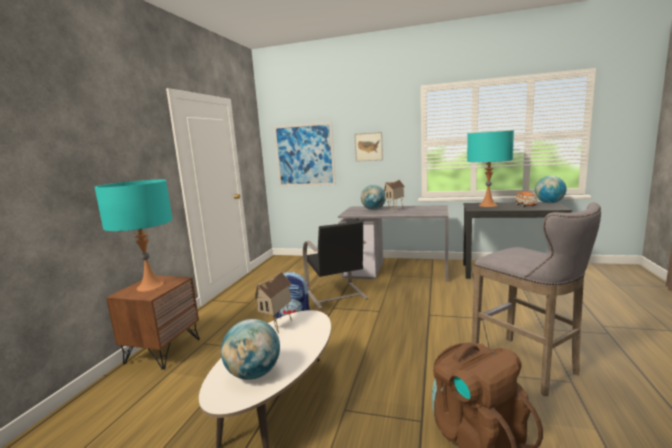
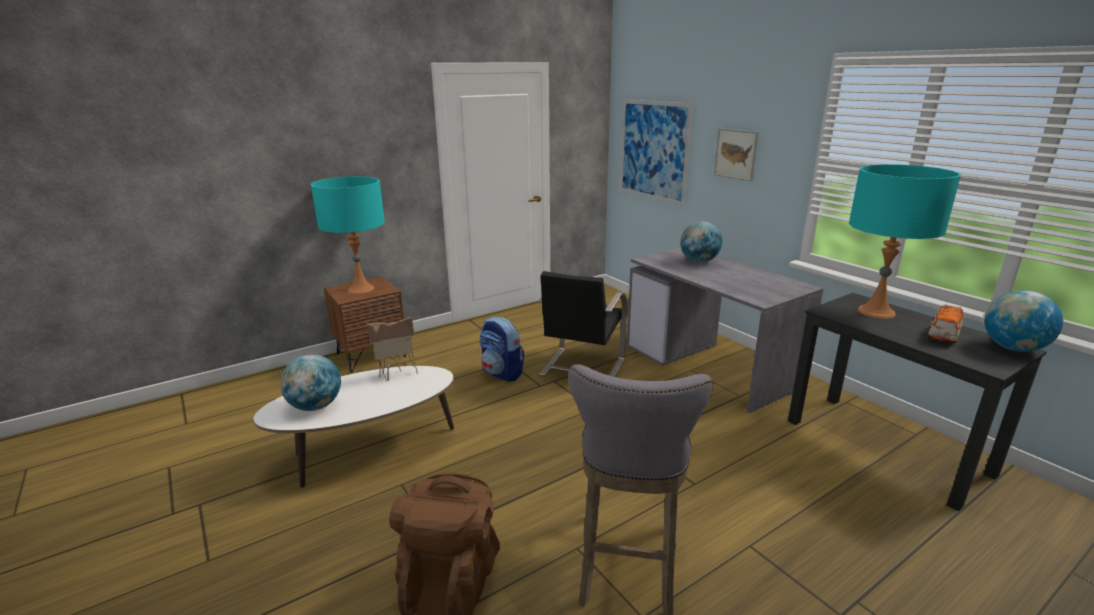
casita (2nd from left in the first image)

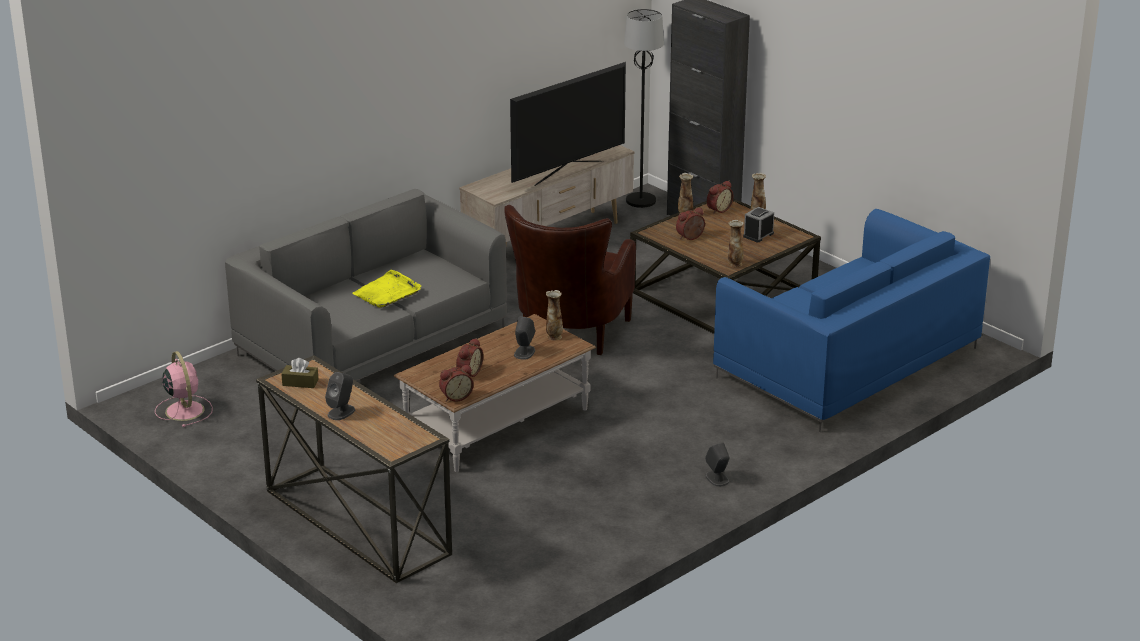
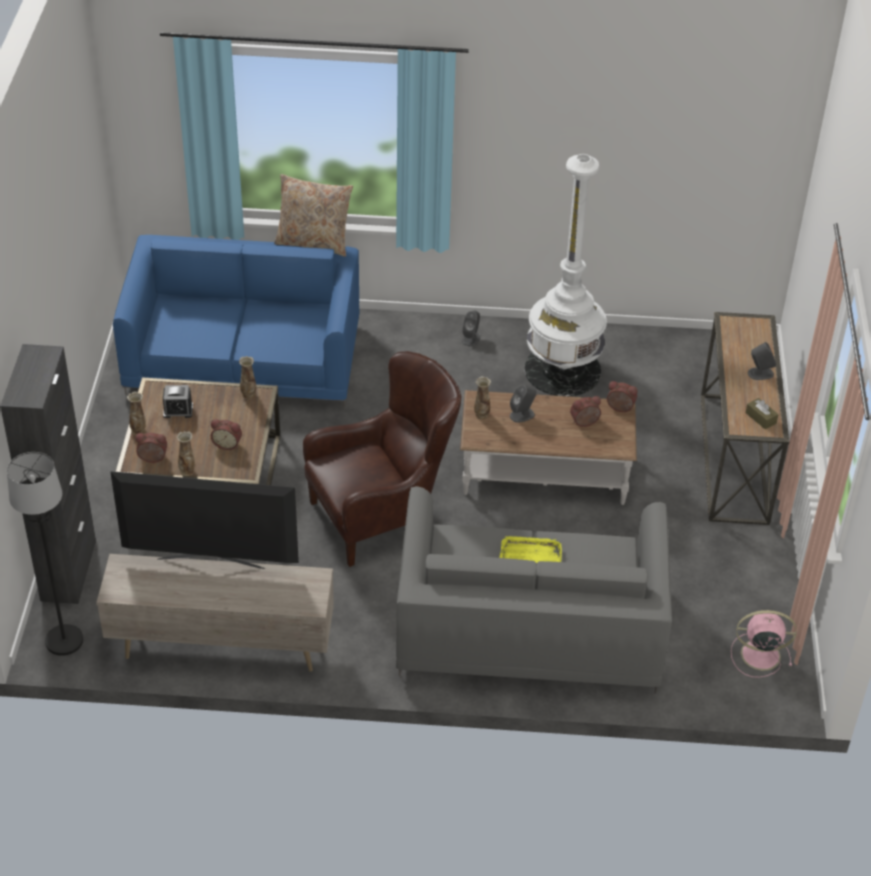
cojín (beis); lámpara de pie (blanco); ventilador (rosa)

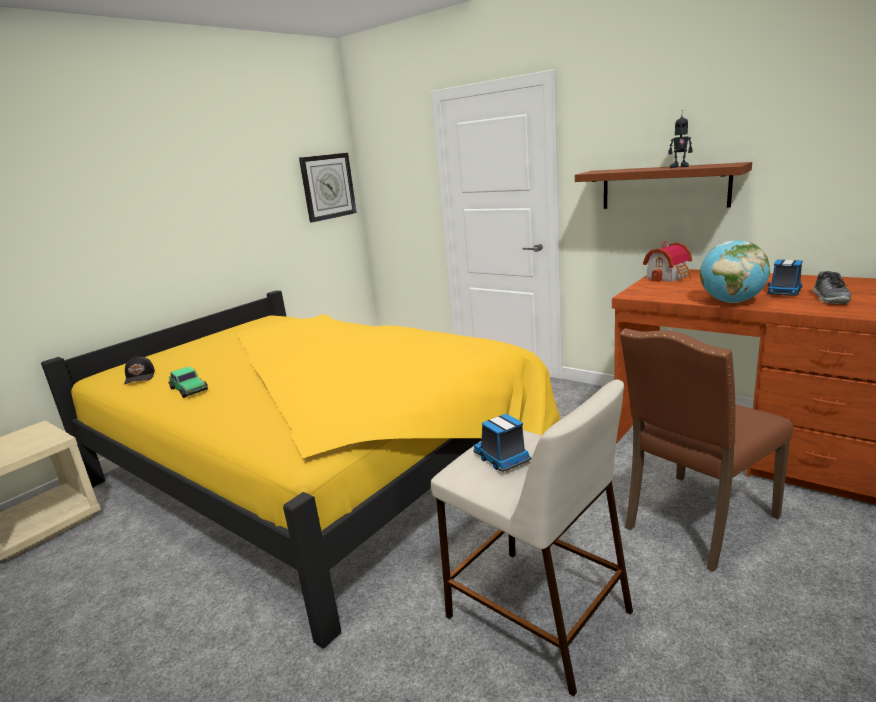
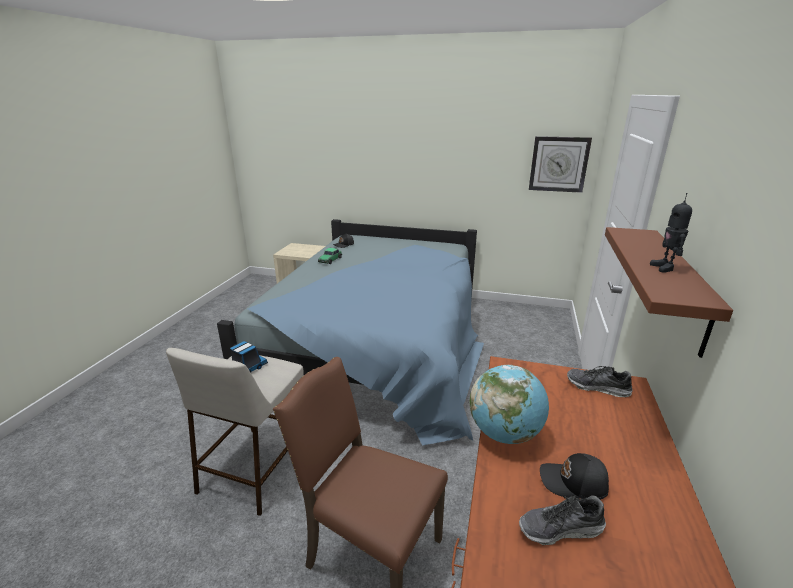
zapato (2nd from left); gorra (negro) (2nd from left); cama (azul)

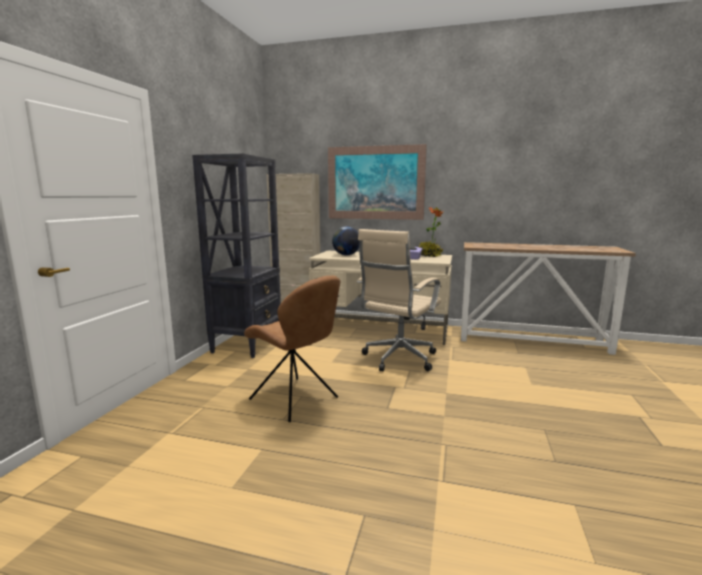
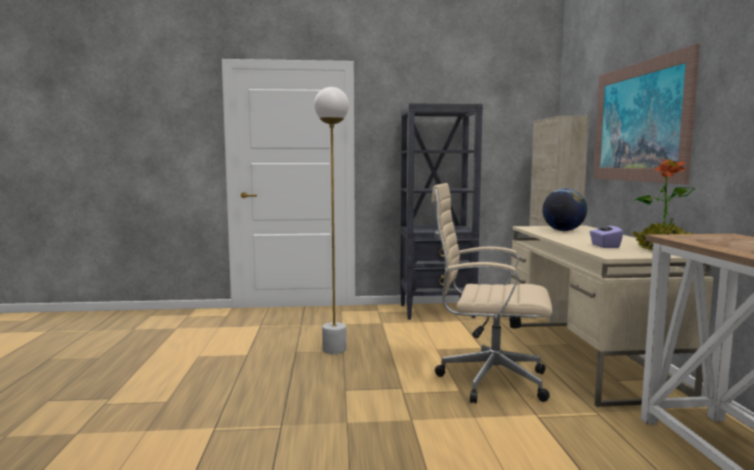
lámpara de pie (blanco)

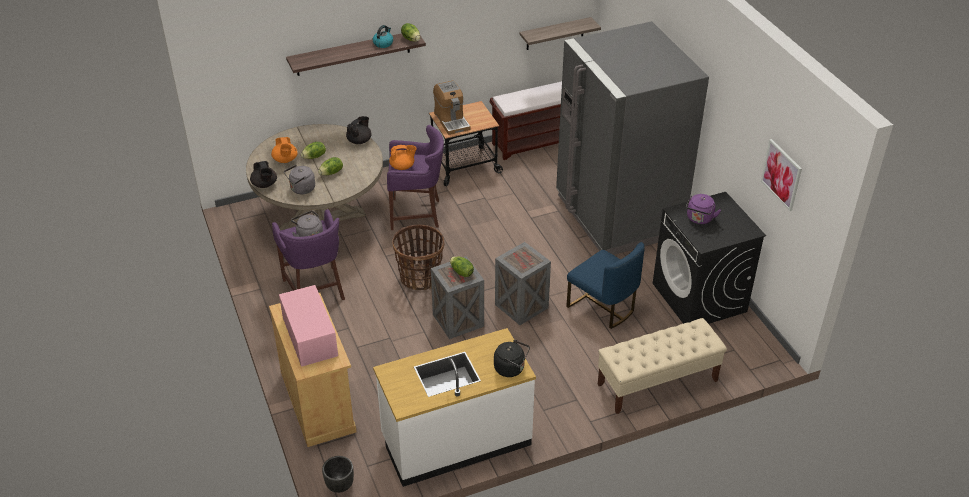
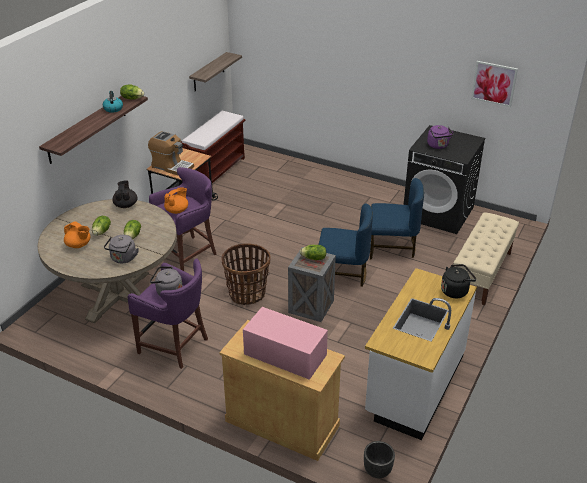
tetera (negro) (1st from left in the first image); nevera (gris); silla (azul) (1st from left)

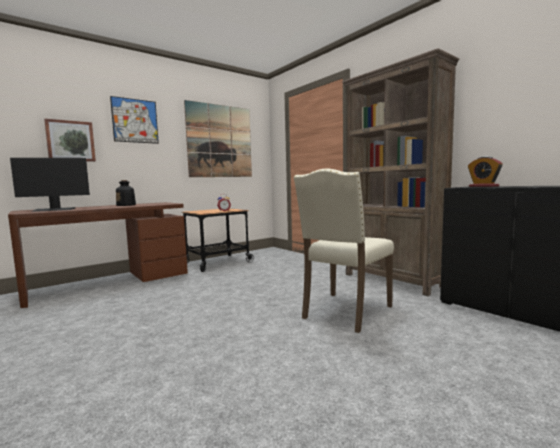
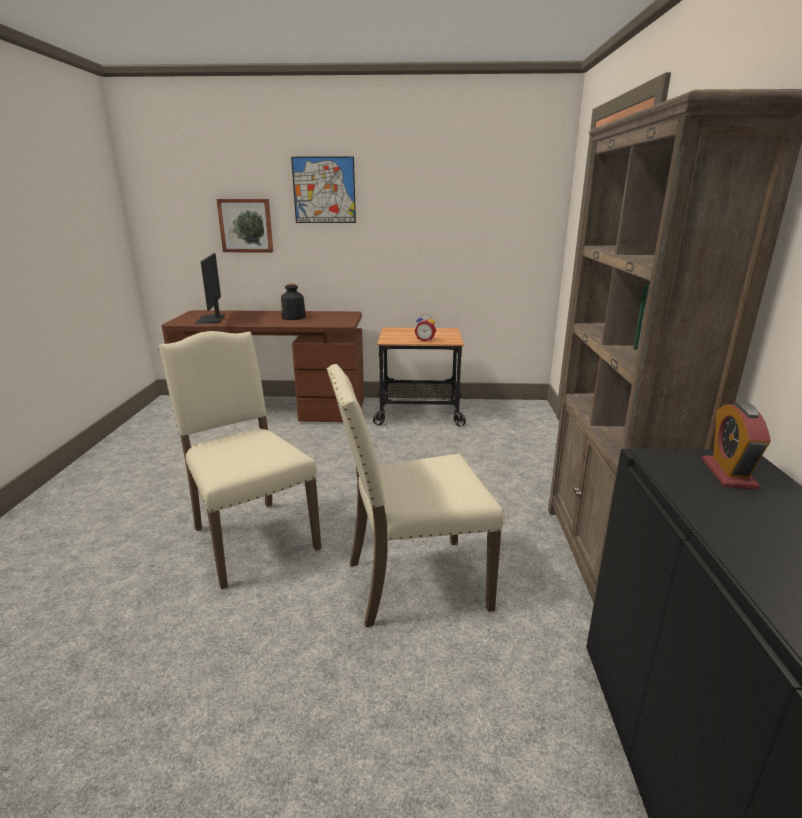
cuadro (3rd from left in the first image); silla (beis) (1st from left); monitor

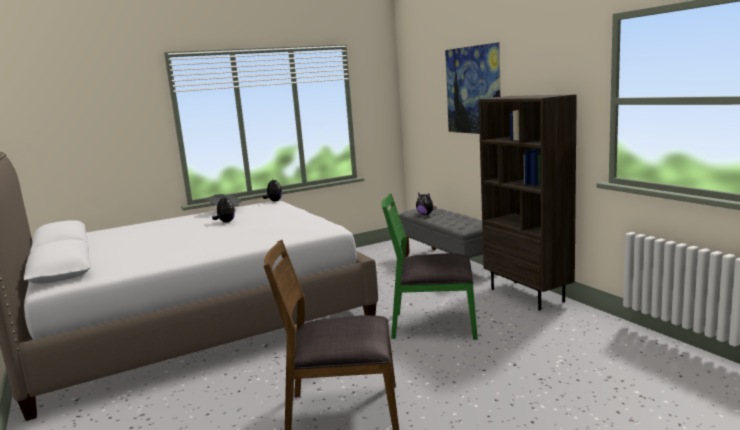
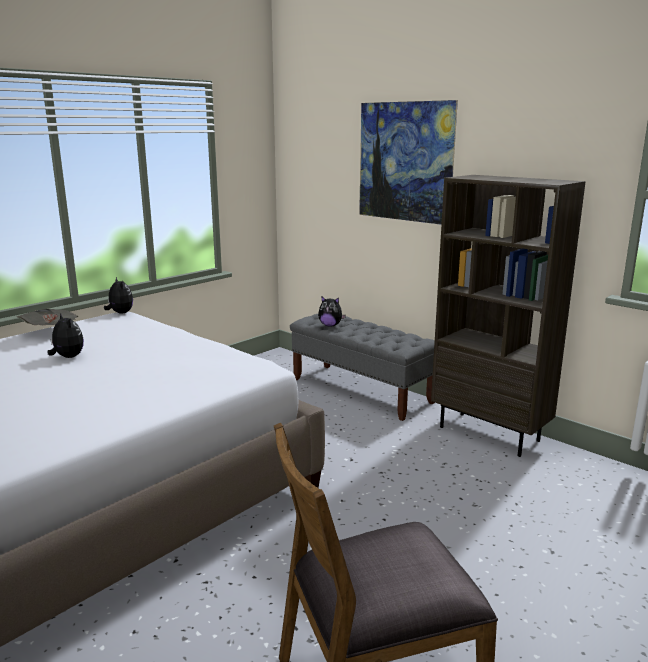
silla (verde)

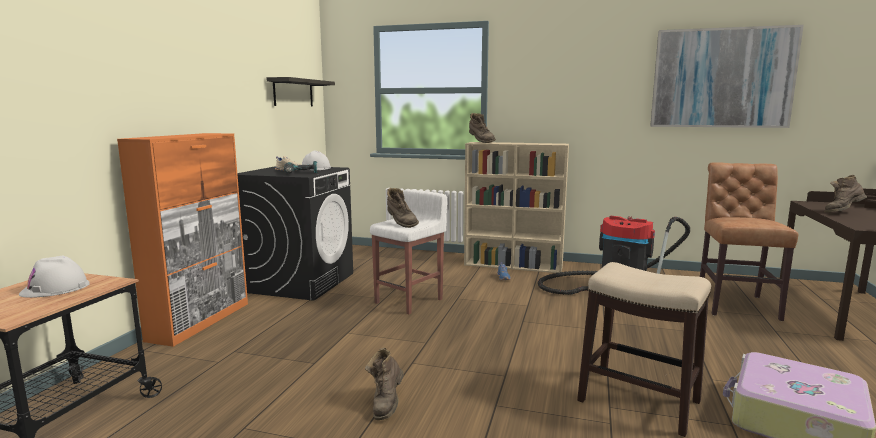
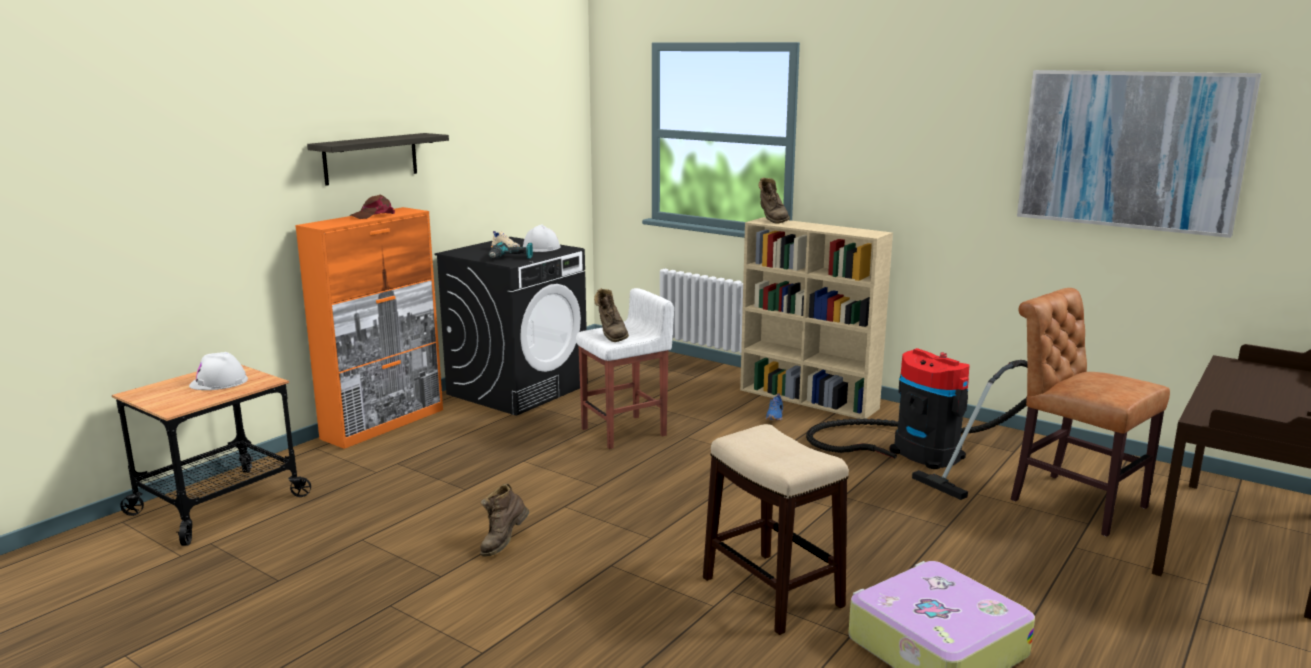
bota (marrón) (4th from left in the first image); gorra (marrón); estante; silla (marrón)

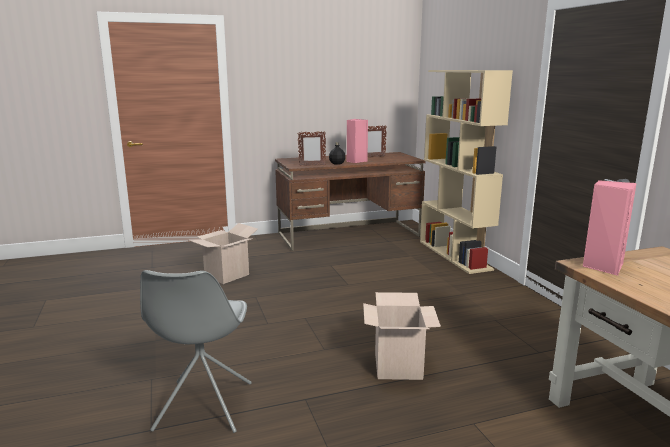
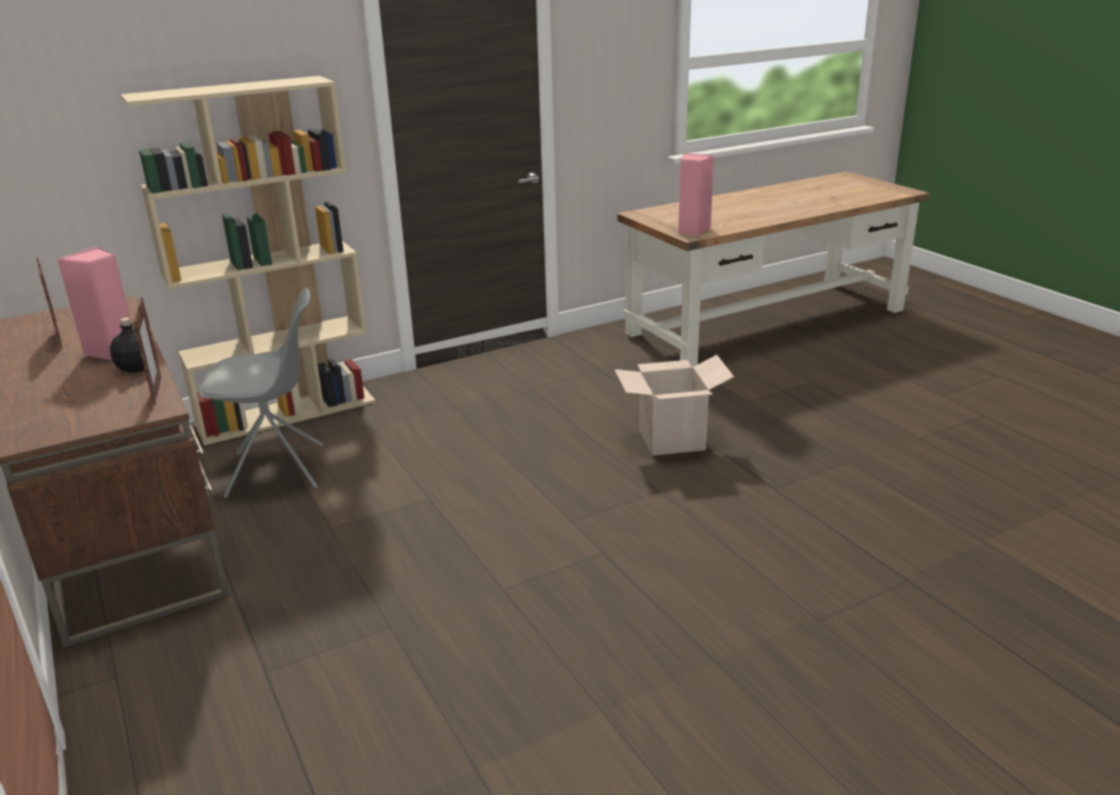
caja de cartón (1st from left in the first image); silla (gris)

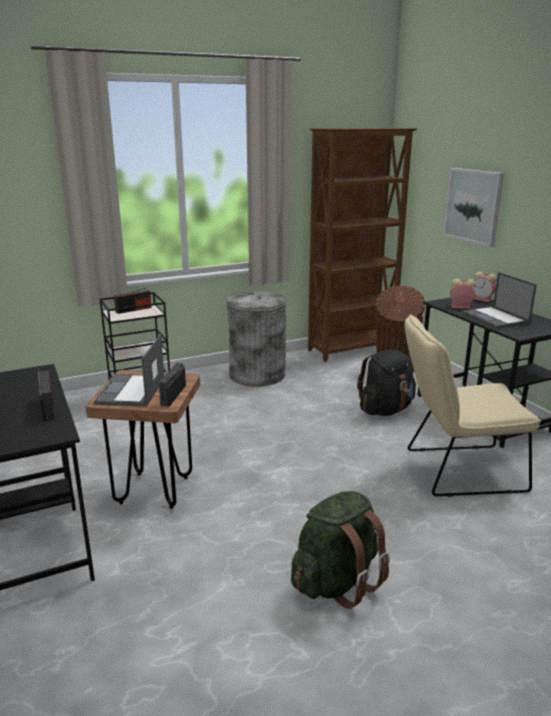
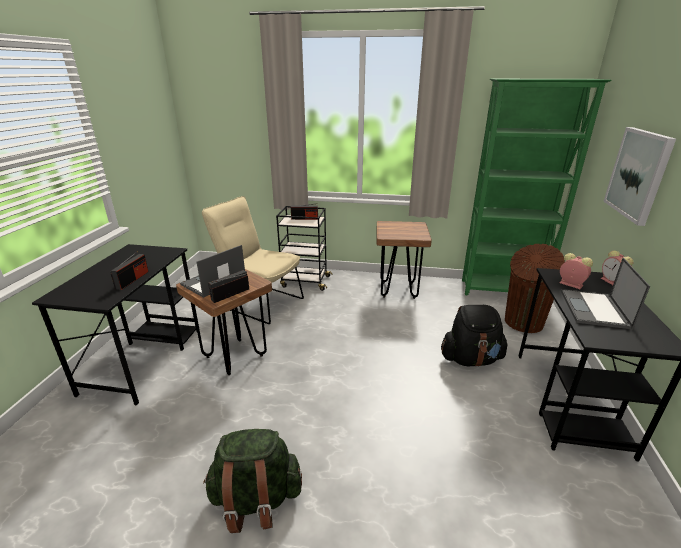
silla (beis); taburete (marrón) (2nd from left); estantería (verde)

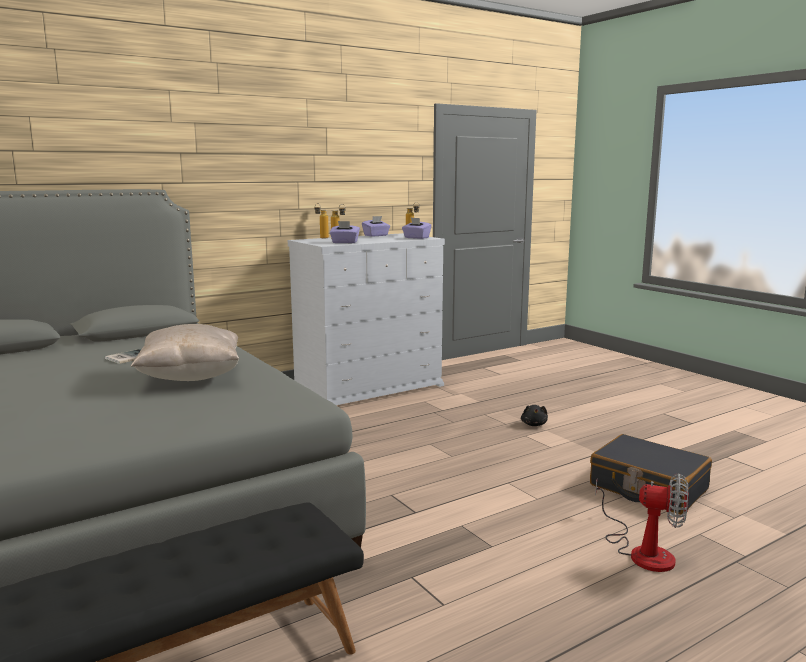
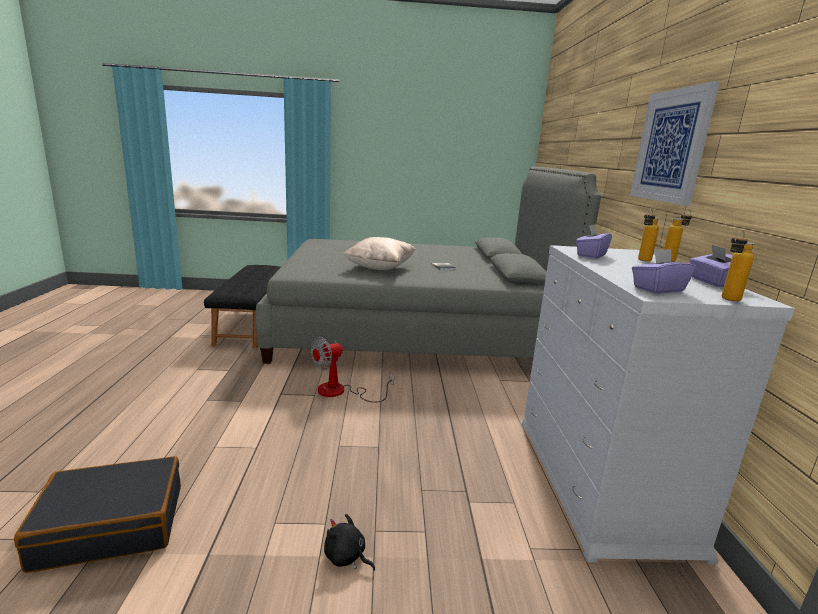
cuadro; ventilador

